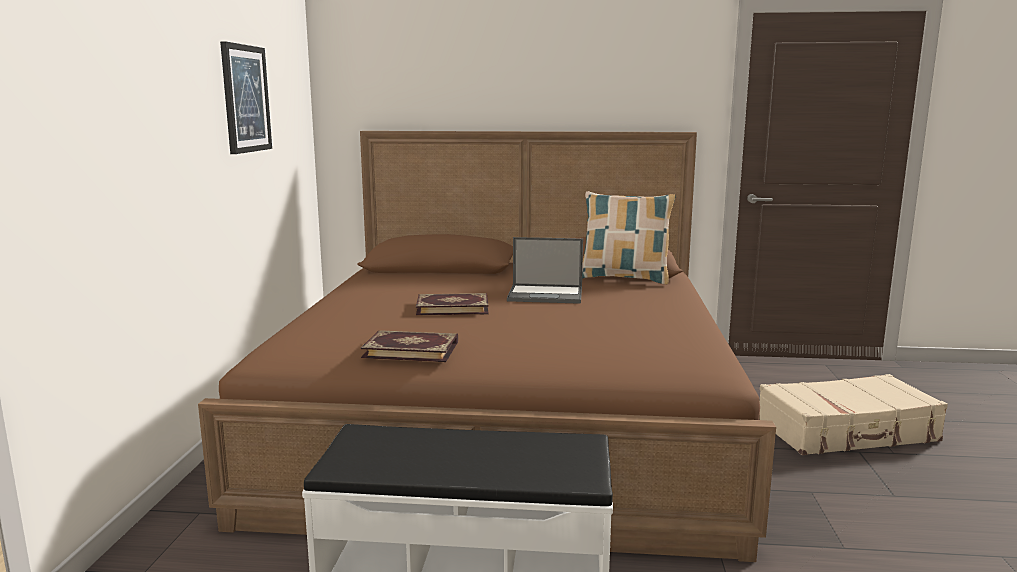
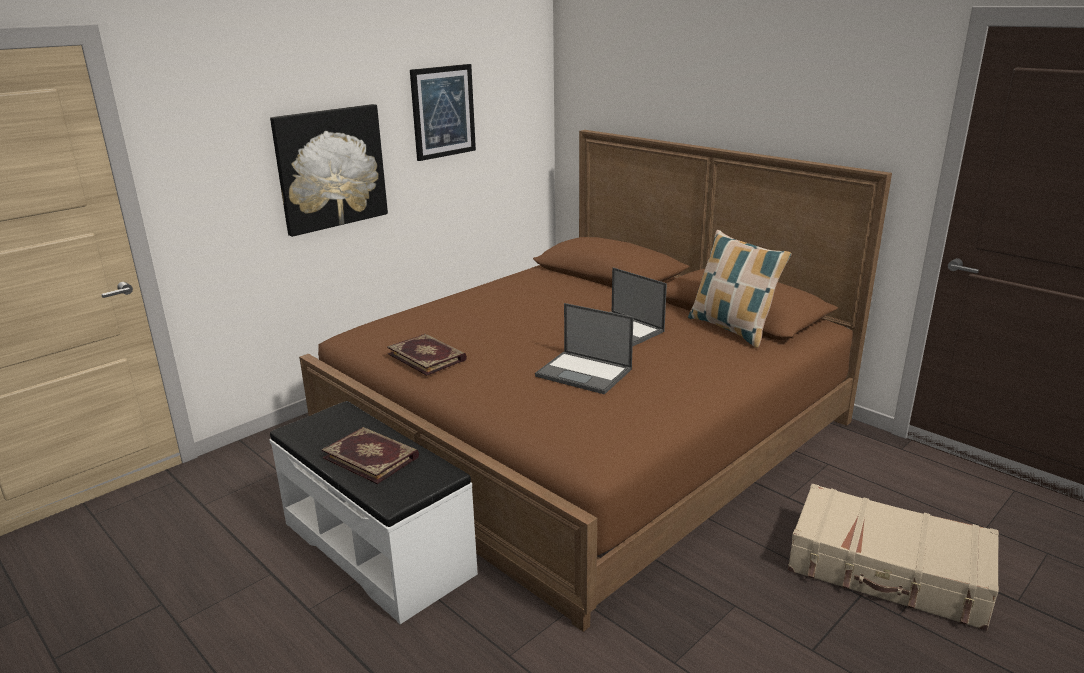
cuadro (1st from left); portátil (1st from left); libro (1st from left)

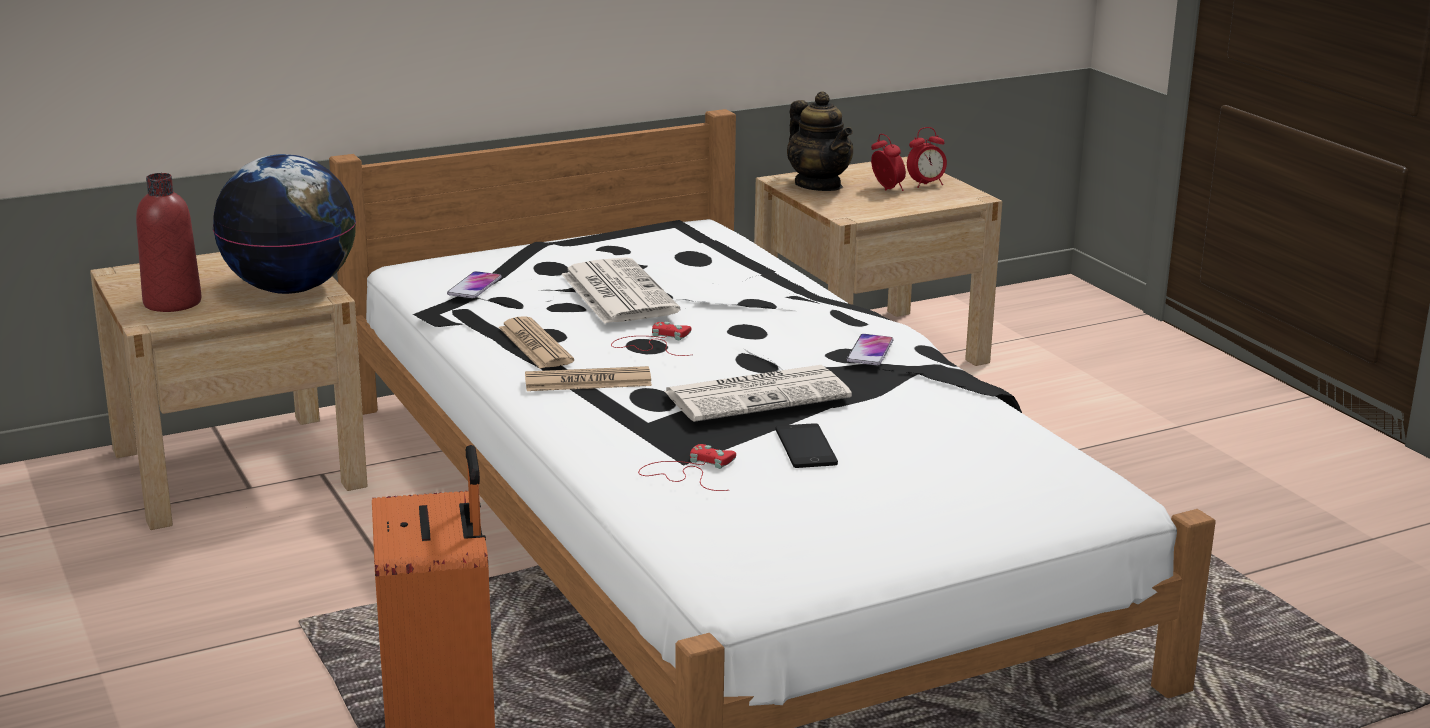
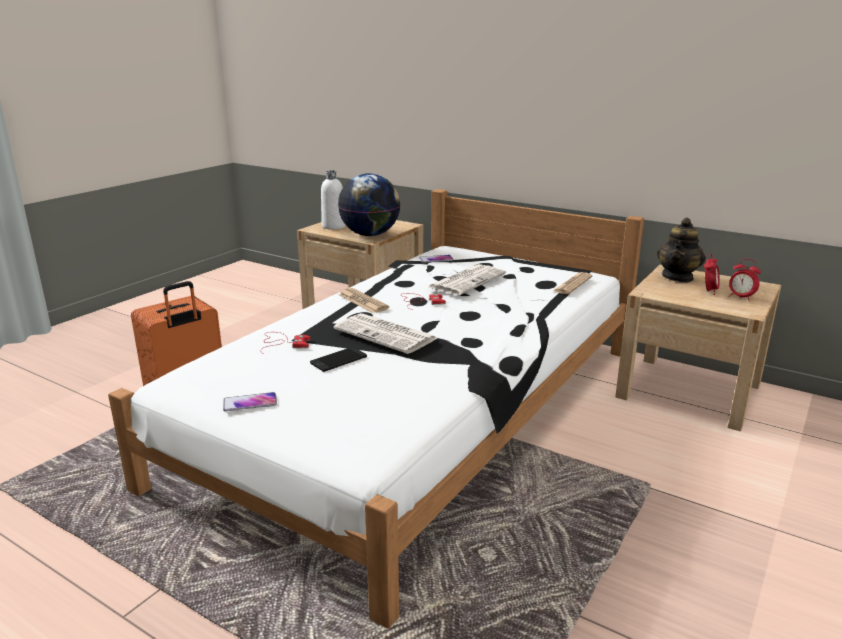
periódico (4th from left); móvil (1st from left); botella (blanco)

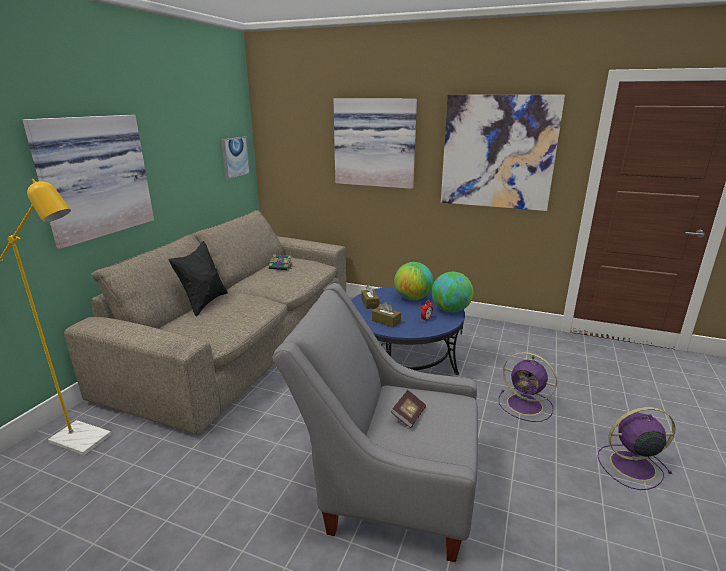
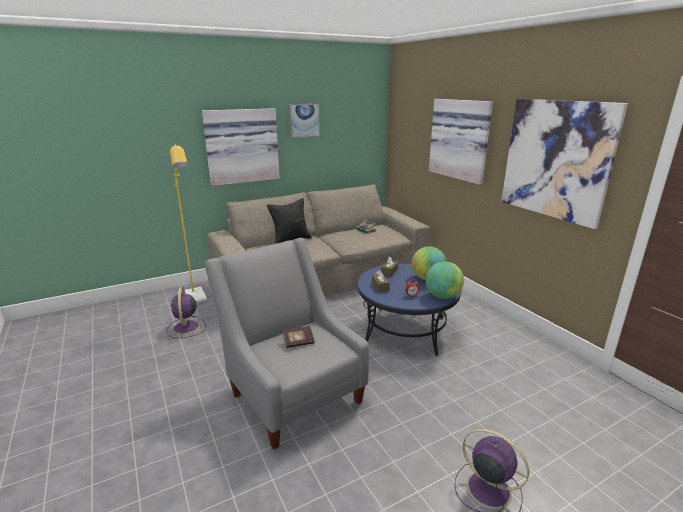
cuadro (2nd from left); ventilador (morado) (1st from left)

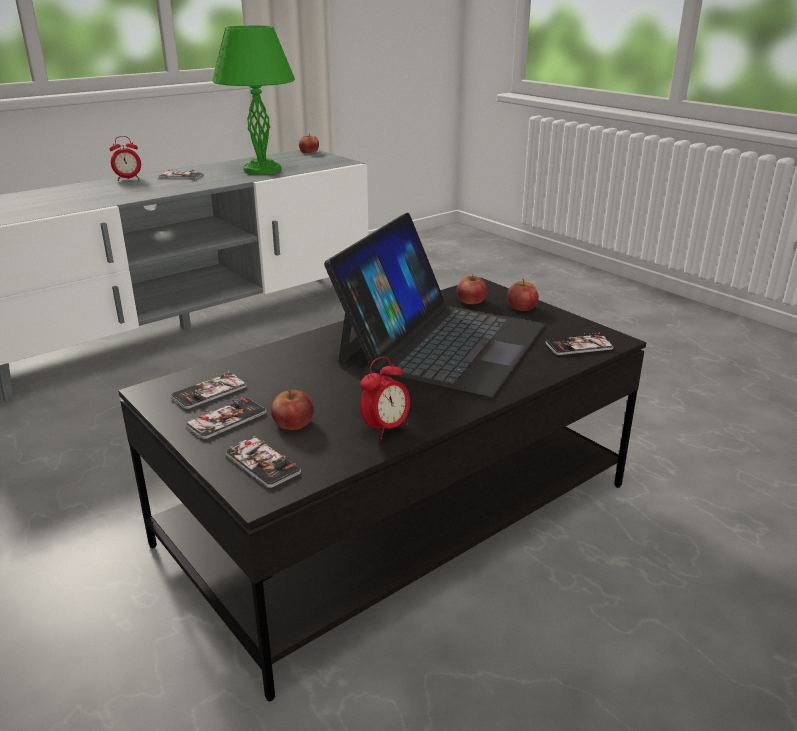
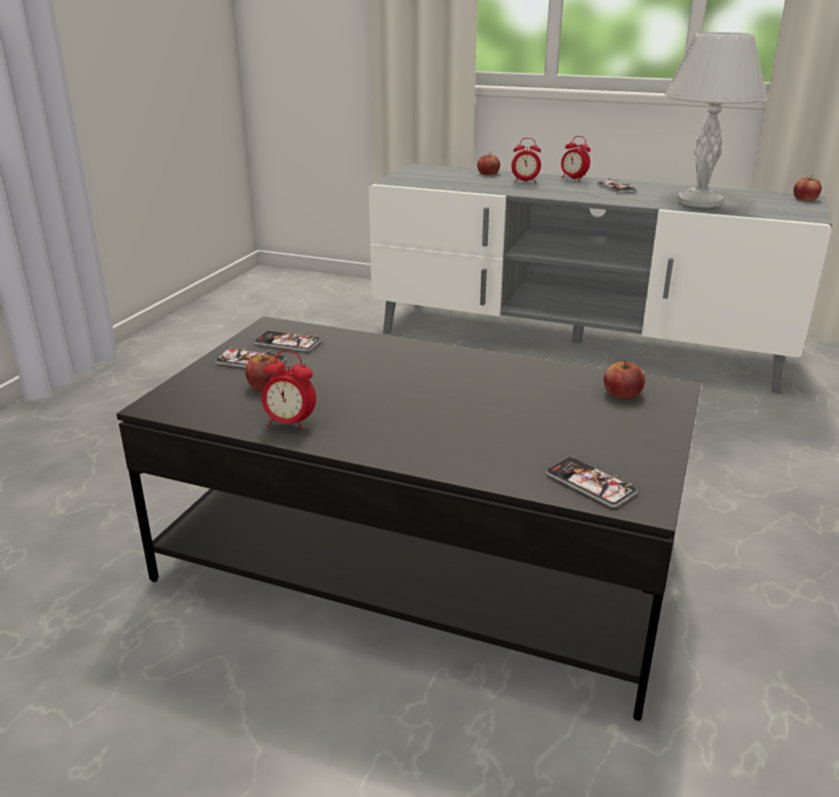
móvil (4th from left in the first image); portátil; despertador (2nd from left); manzana (2nd from left); lámpara de mesa (blanco)

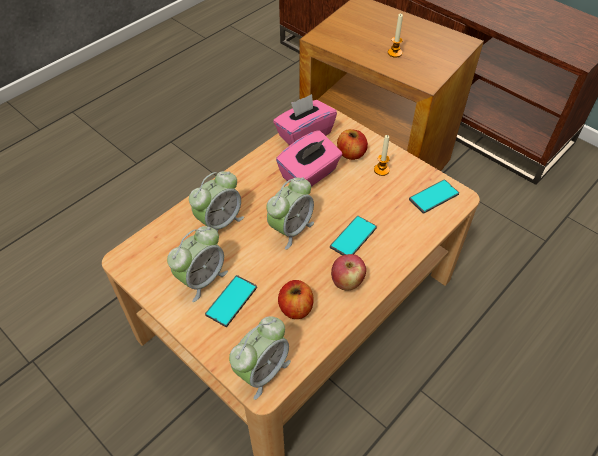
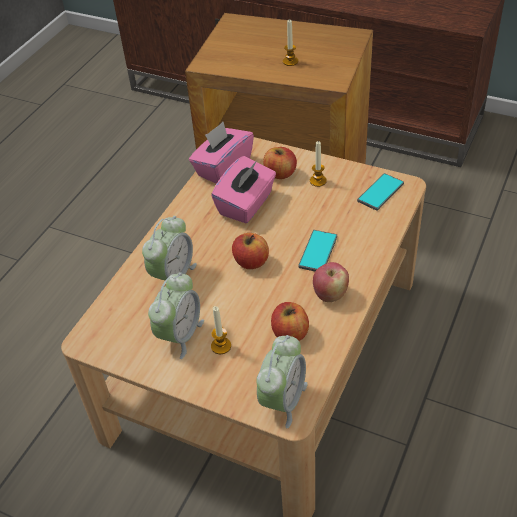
vela (1st from left); manzana (1st from left)

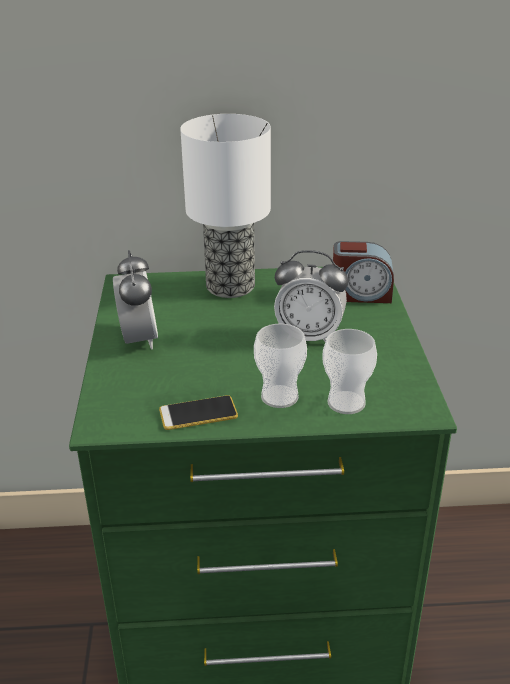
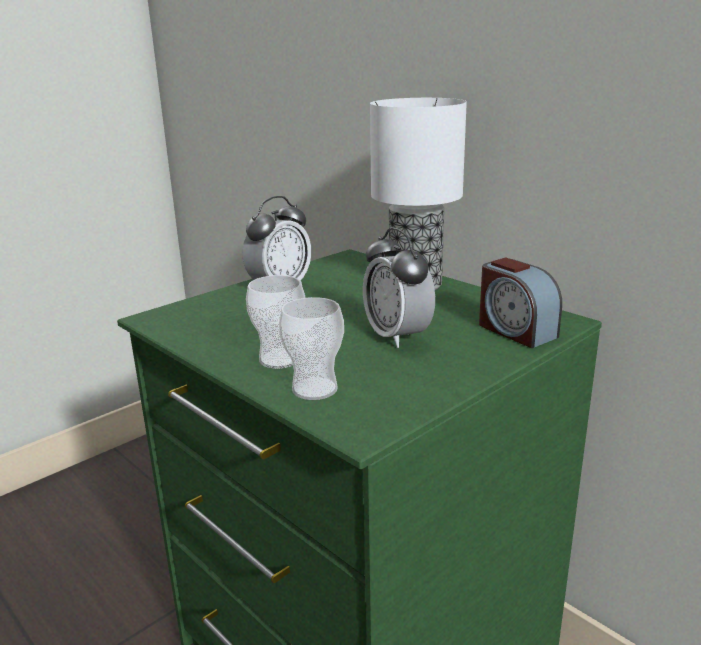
móvil

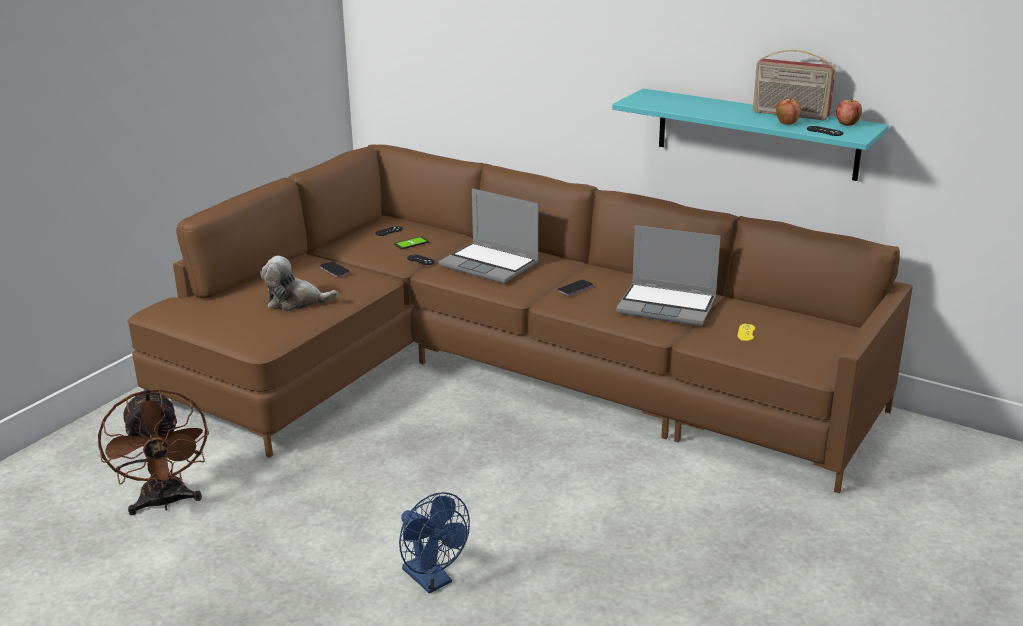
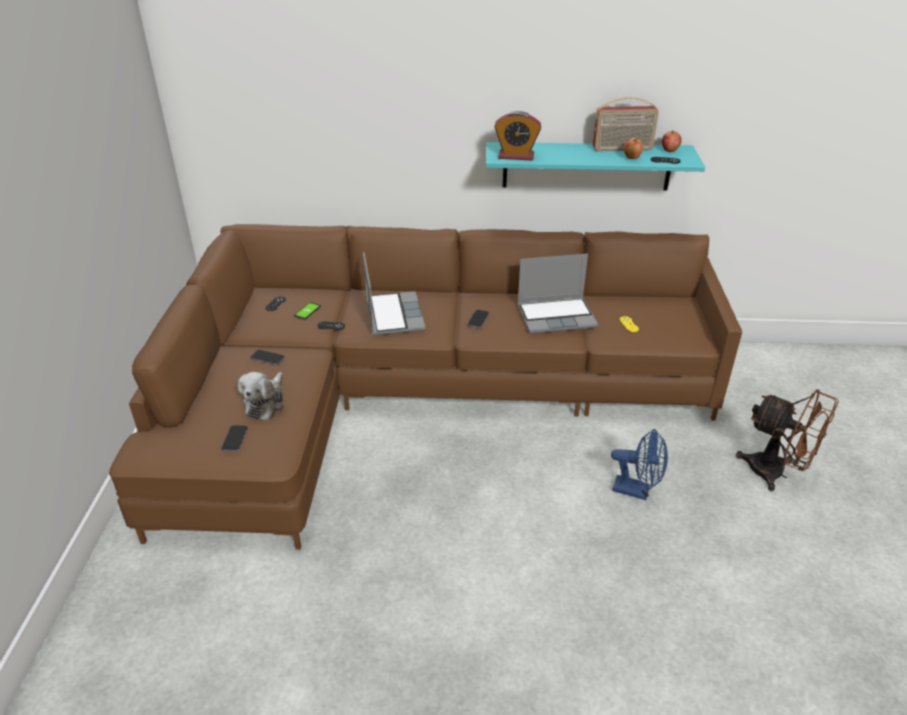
móvil (1st from left); despertador; ventilador (marrón); ventilador (azul); peluche; portátil (1st from left)

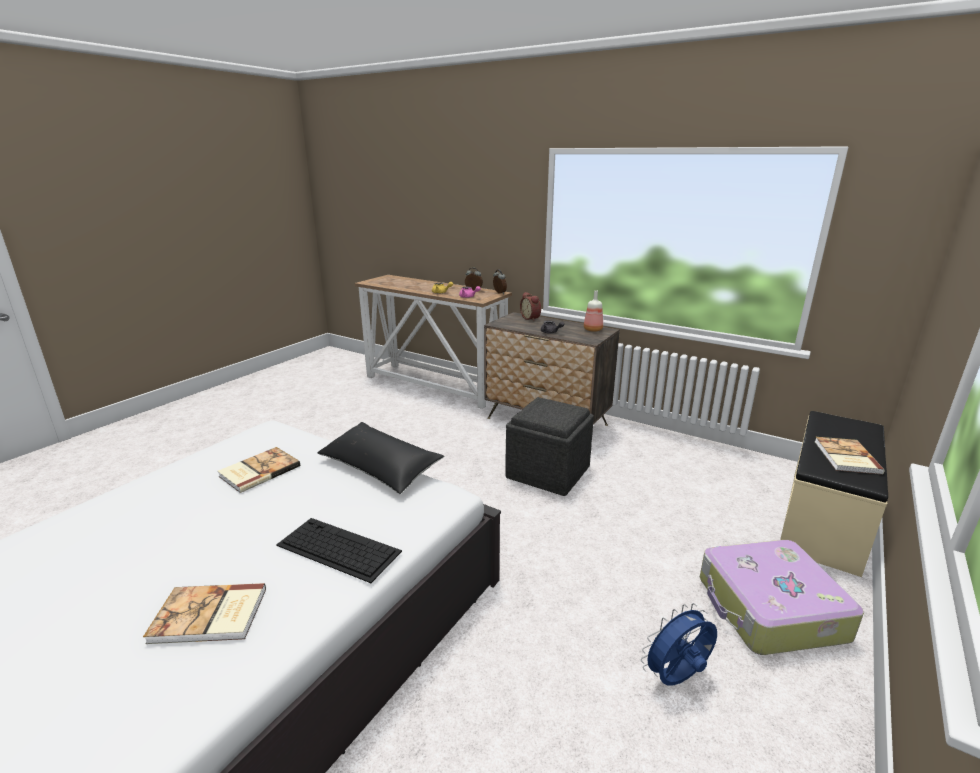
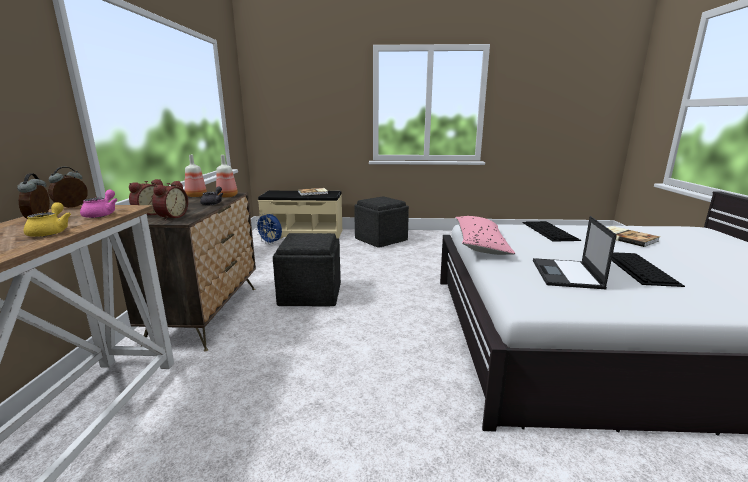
despertador (4th from left); botella (2nd from left); teclado (2nd from left); ventilador (azul); portátil; puf (gris) (2nd from left); cojín (rosa)

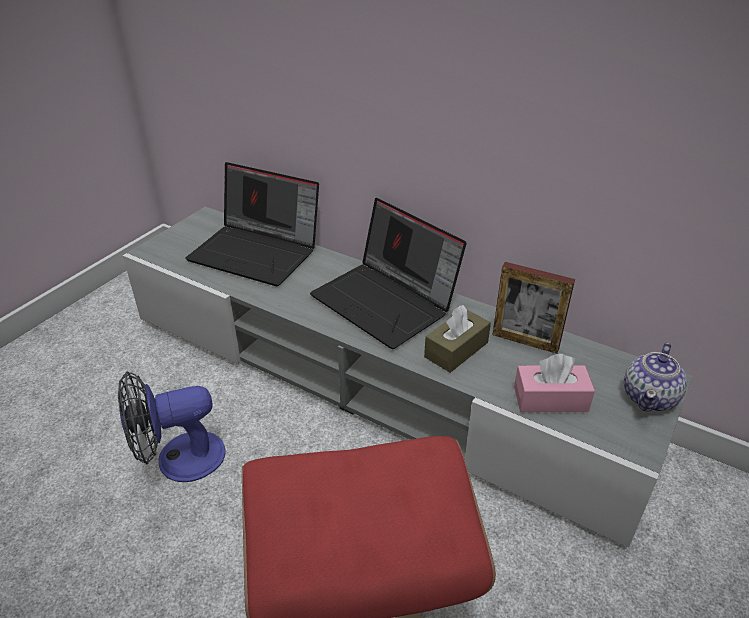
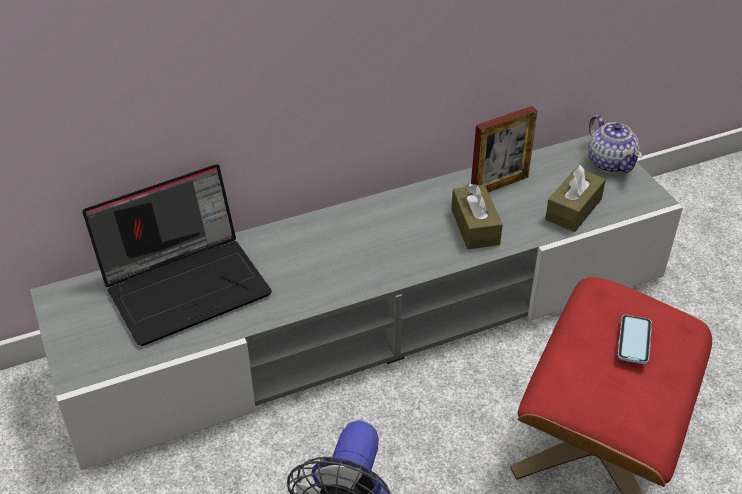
portátil (2nd from left in the first image); móvil; caja de pañuelos (marrón) (2nd from left)

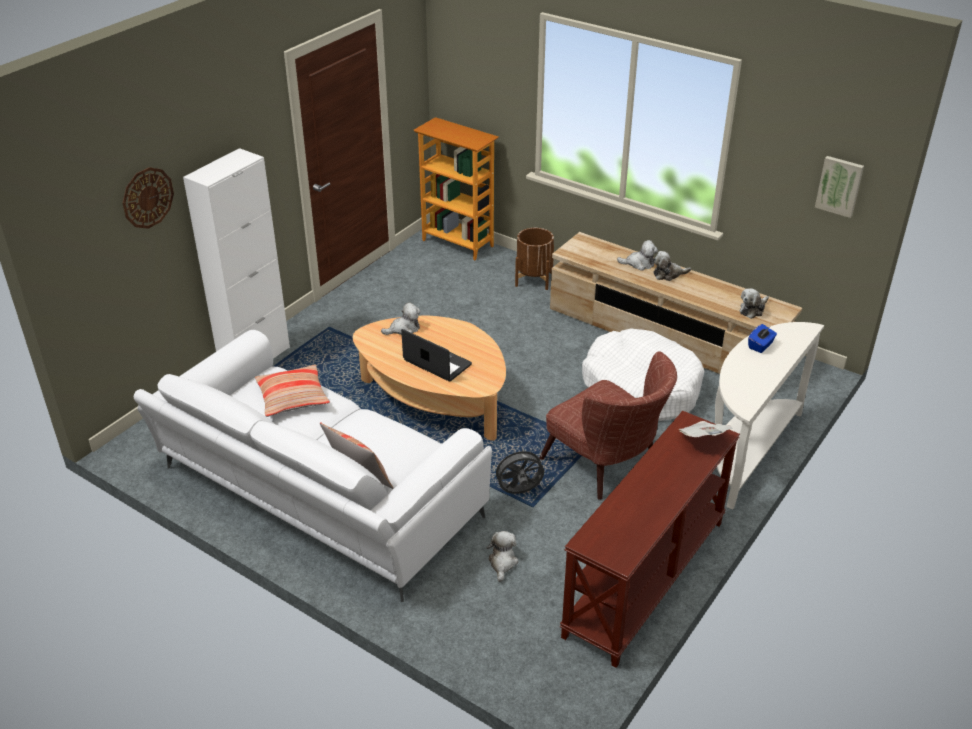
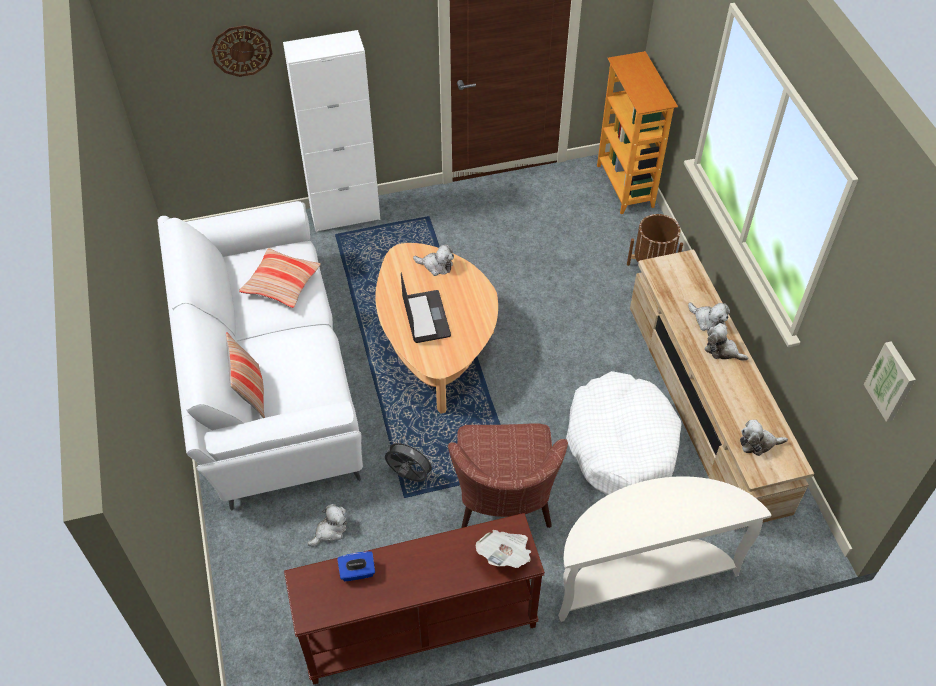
caja de pañuelos (azul)

